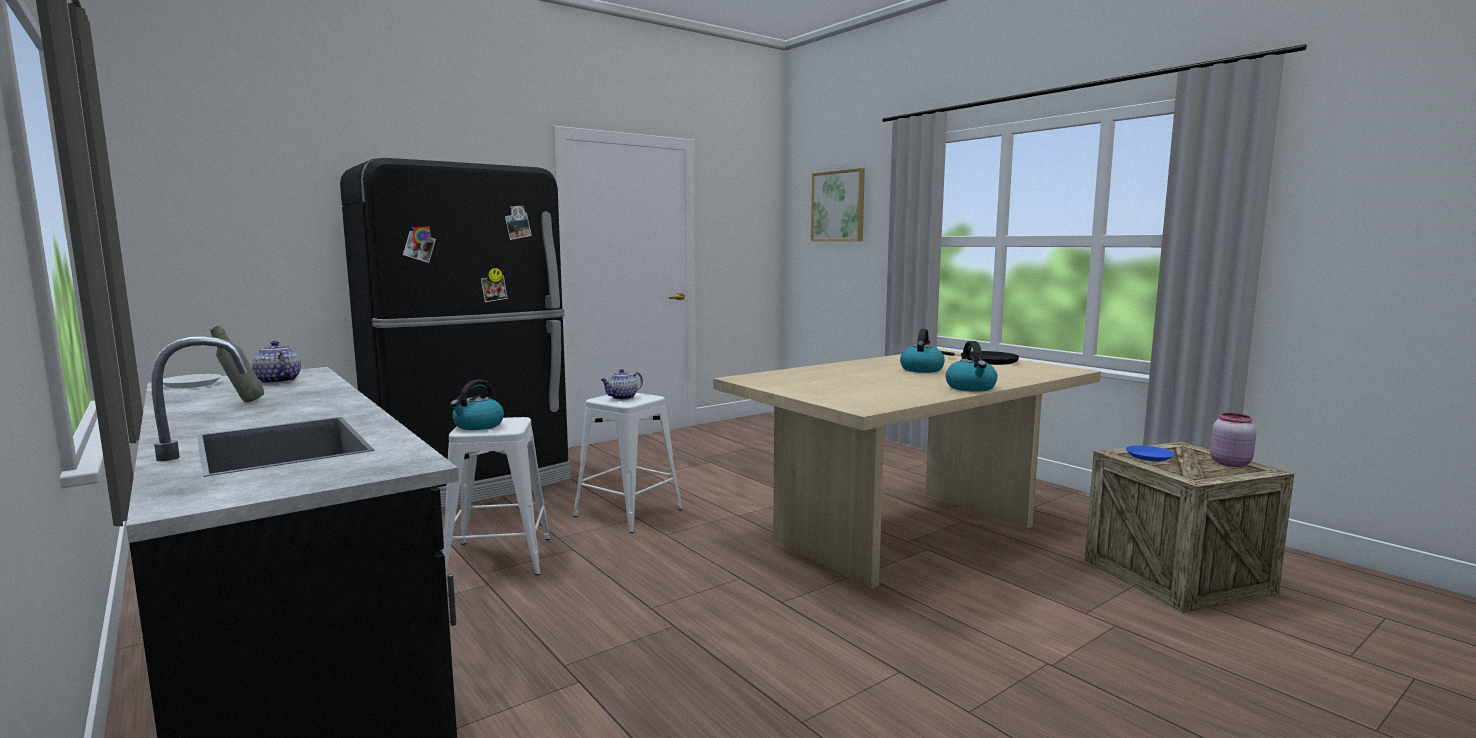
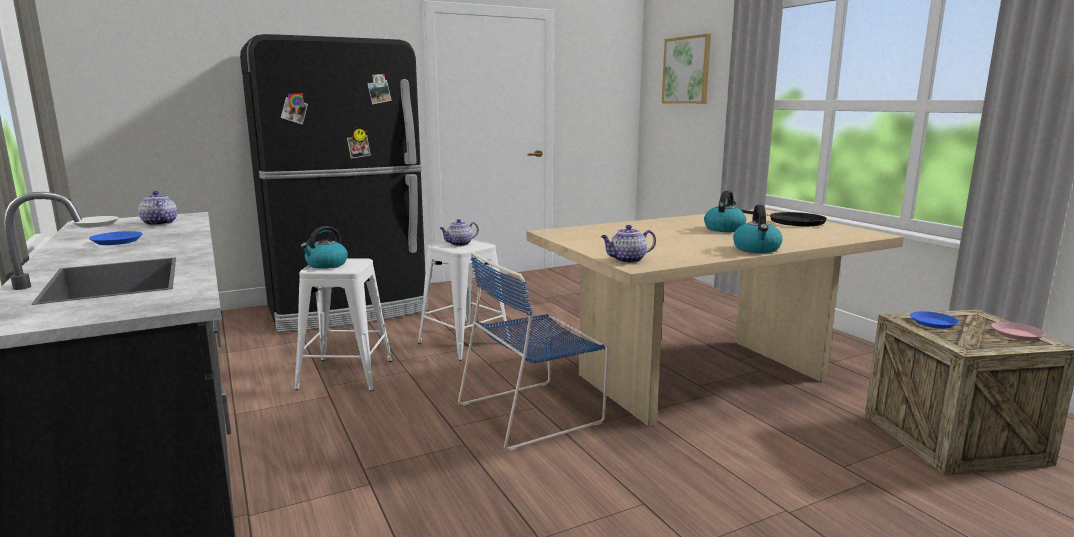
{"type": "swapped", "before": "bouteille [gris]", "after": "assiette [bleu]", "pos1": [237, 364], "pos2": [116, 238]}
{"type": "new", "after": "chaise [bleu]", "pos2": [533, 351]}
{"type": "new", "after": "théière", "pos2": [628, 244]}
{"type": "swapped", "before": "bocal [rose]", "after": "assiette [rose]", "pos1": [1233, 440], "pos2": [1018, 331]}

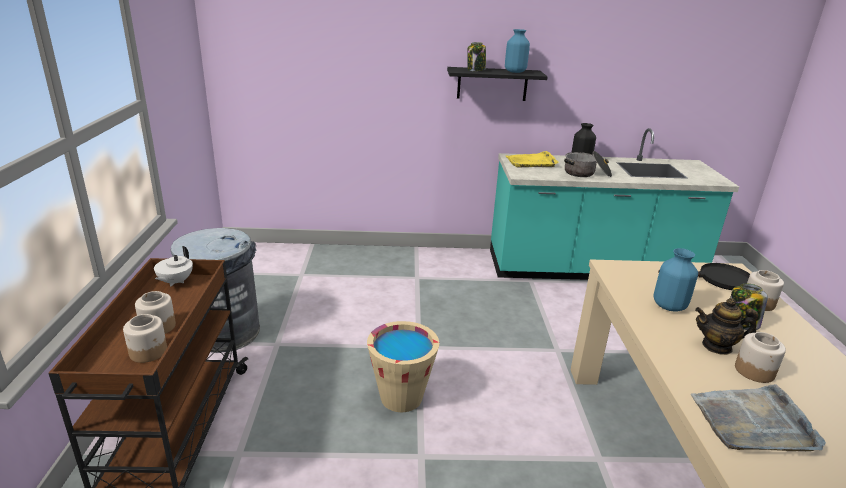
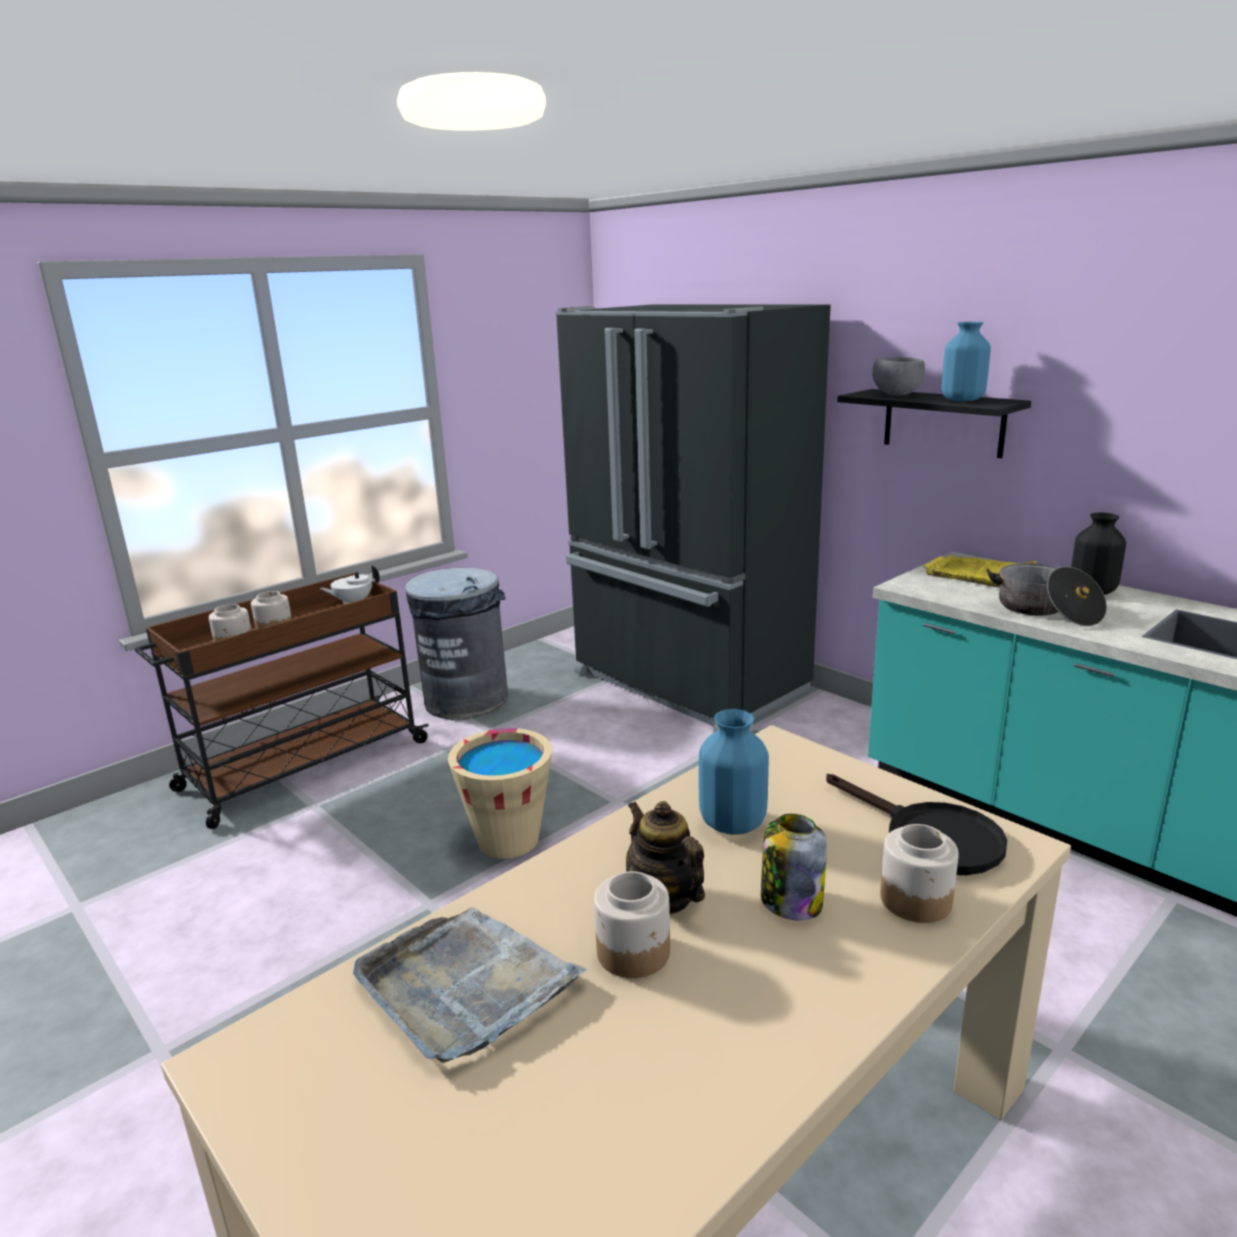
{"type": "new", "after": "réfrigérateur [noir]", "pos2": [693, 518]}
{"type": "swapped", "before": "bocal", "after": "bol [gris]", "pos1": [476, 56], "pos2": [898, 376]}

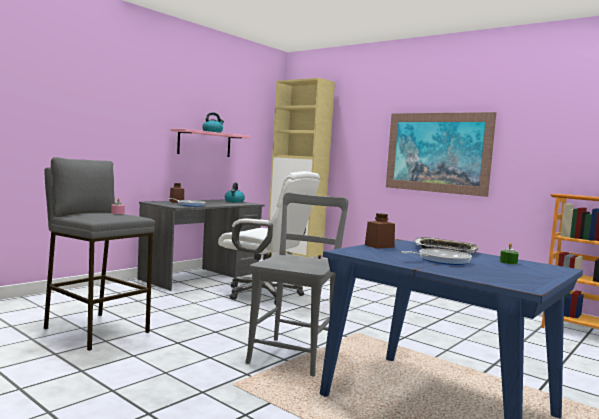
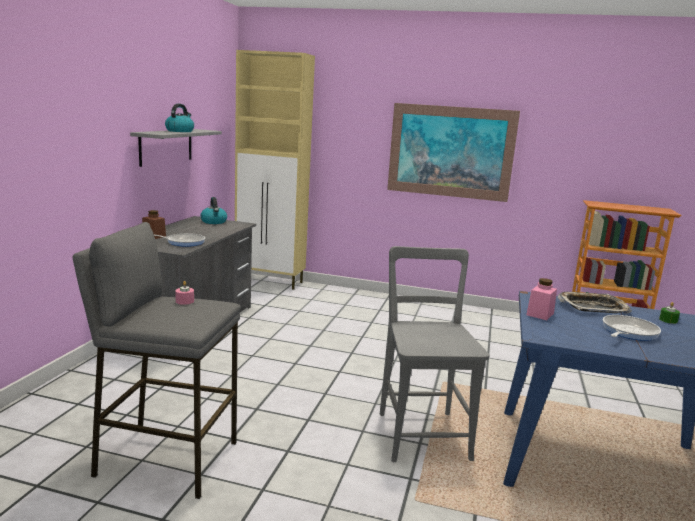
{"type": "repainted", "before": "étagère [rose]", "after": "étagère [gris]", "pos1": [211, 143], "pos2": [176, 148]}
{"type": "repainted", "before": "bocal [marron]", "after": "bocal [rose]", "pos1": [380, 231], "pos2": [541, 299]}
{"type": "gone", "before": "chaise de bureau [blanc]", "pos1": [269, 238]}

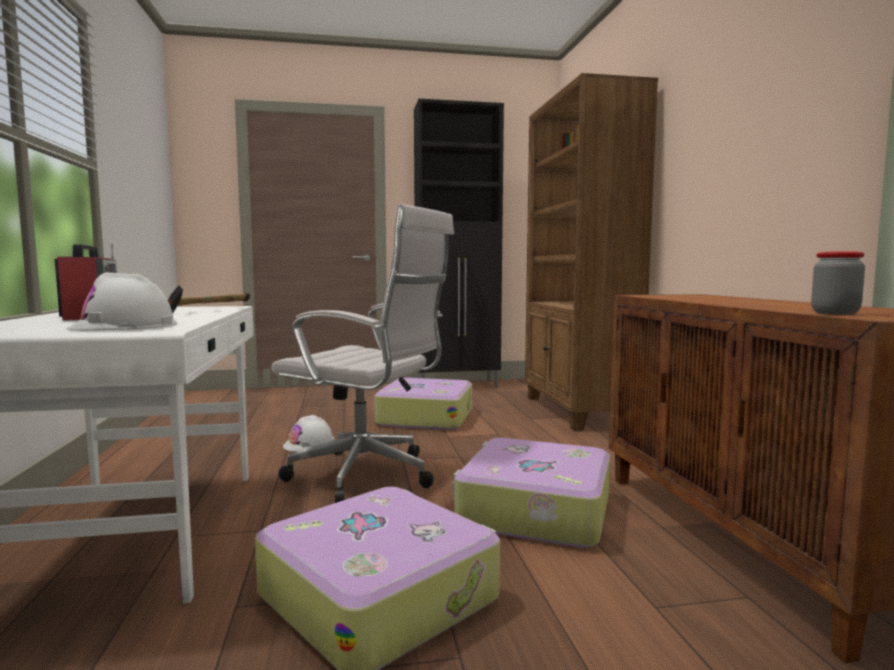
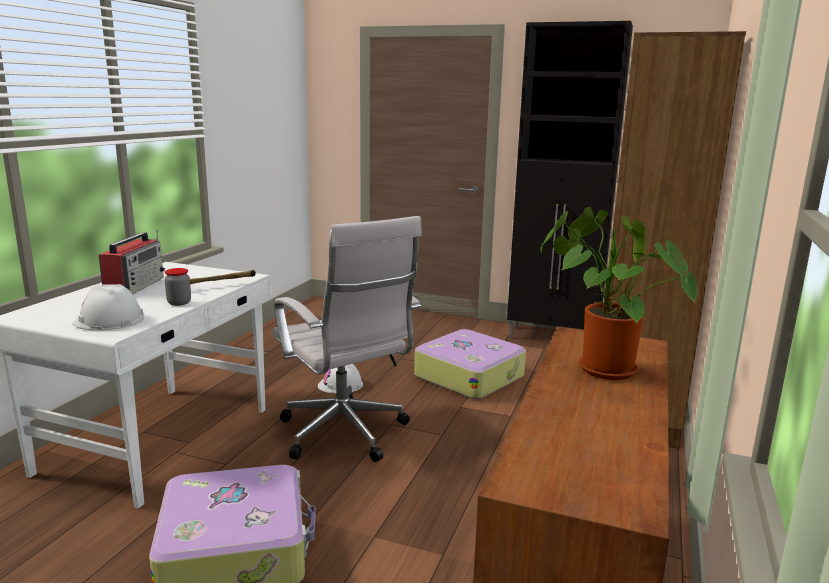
{"type": "shifted", "before": "bocal", "pos1": [838, 283], "pos2": [178, 287]}
{"type": "new", "after": "plante en pot", "pos2": [619, 293]}
{"type": "gone", "before": "valise", "pos1": [531, 493]}

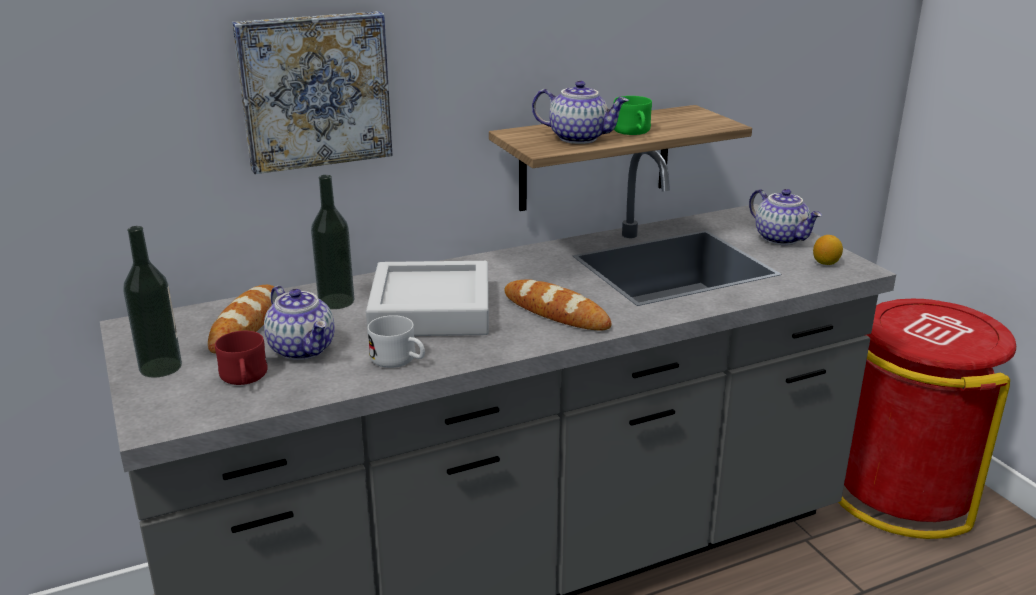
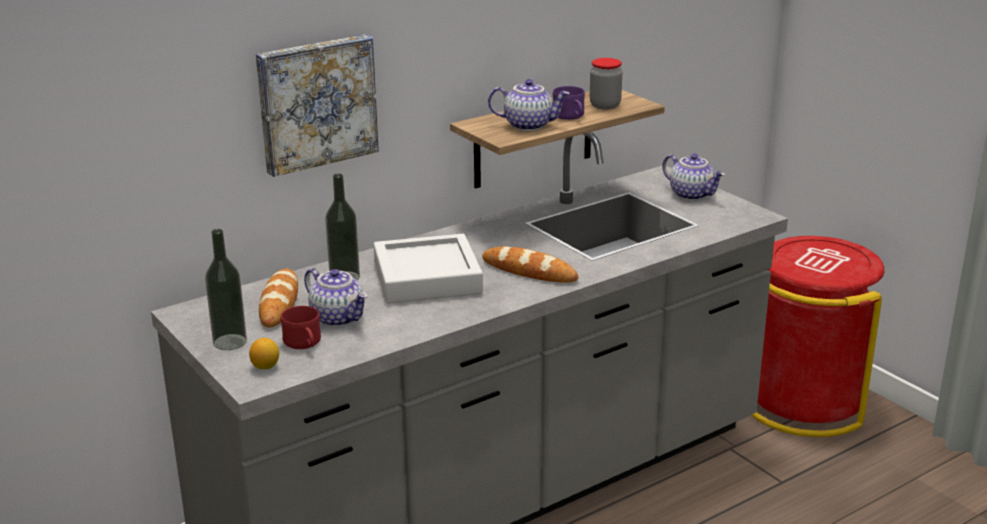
{"type": "shifted", "before": "citron", "pos1": [828, 250], "pos2": [264, 353]}
{"type": "repainted", "before": "mug [vert]", "after": "mug [violet]", "pos1": [633, 115], "pos2": [569, 103]}
{"type": "new", "after": "bocal", "pos2": [606, 84]}
{"type": "gone", "before": "mug [blanc]", "pos1": [396, 341]}

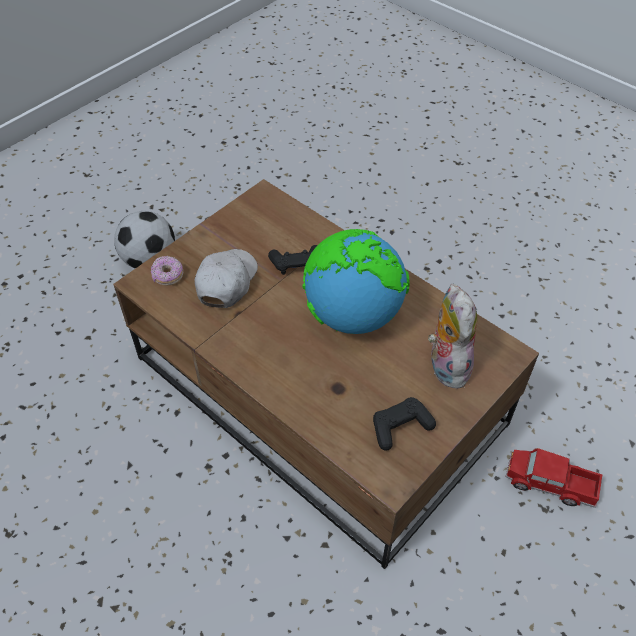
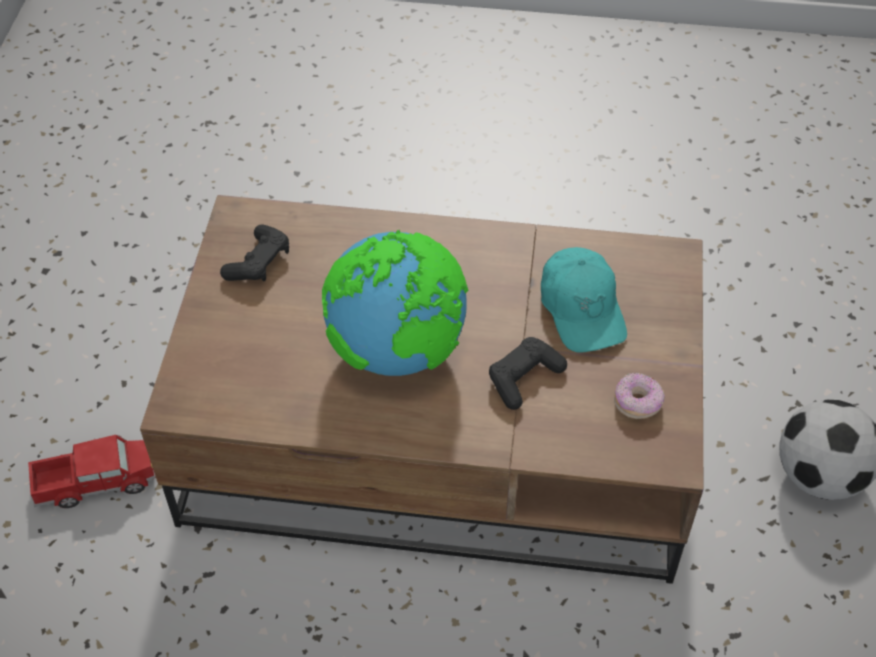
{"type": "repainted", "before": "casquette [blanc]", "after": "casquette [turquoise]", "pos1": [226, 278], "pos2": [584, 299]}
{"type": "shifted", "before": "beignet", "pos1": [167, 271], "pos2": [639, 395]}
{"type": "gone", "before": "peluche", "pos1": [452, 336]}

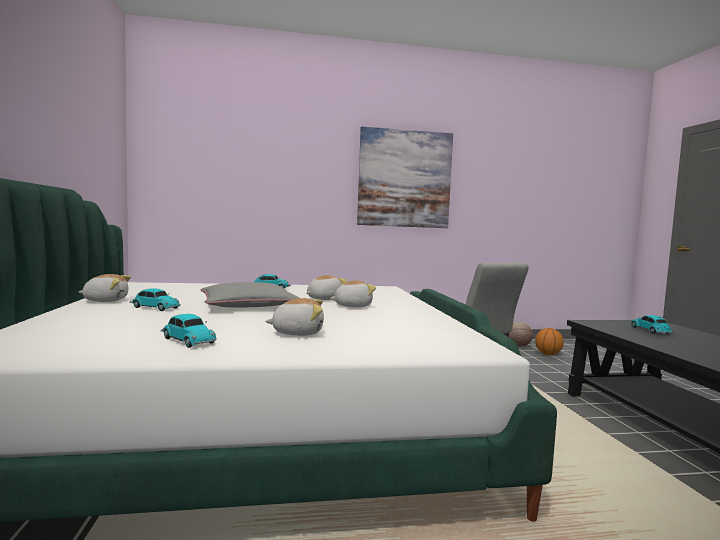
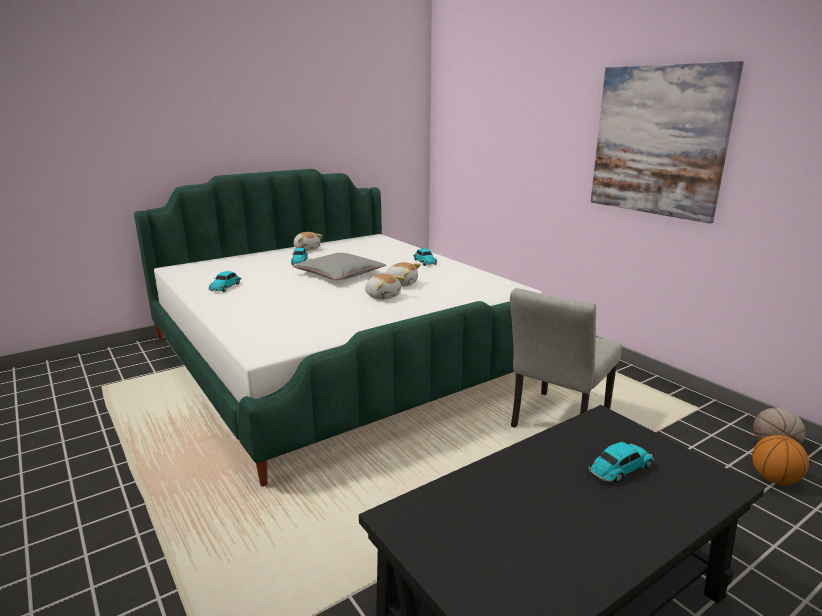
{"type": "gone", "before": "peluche", "pos1": [294, 317]}

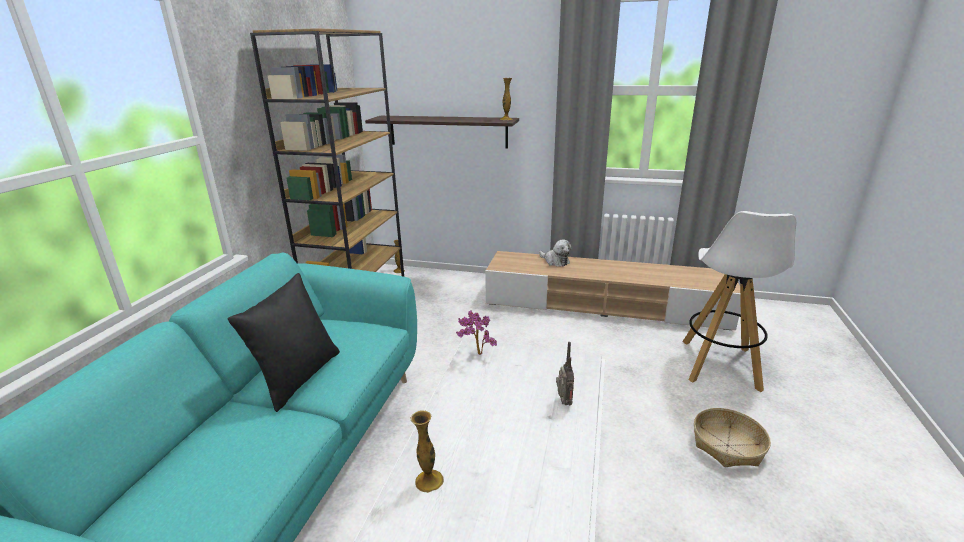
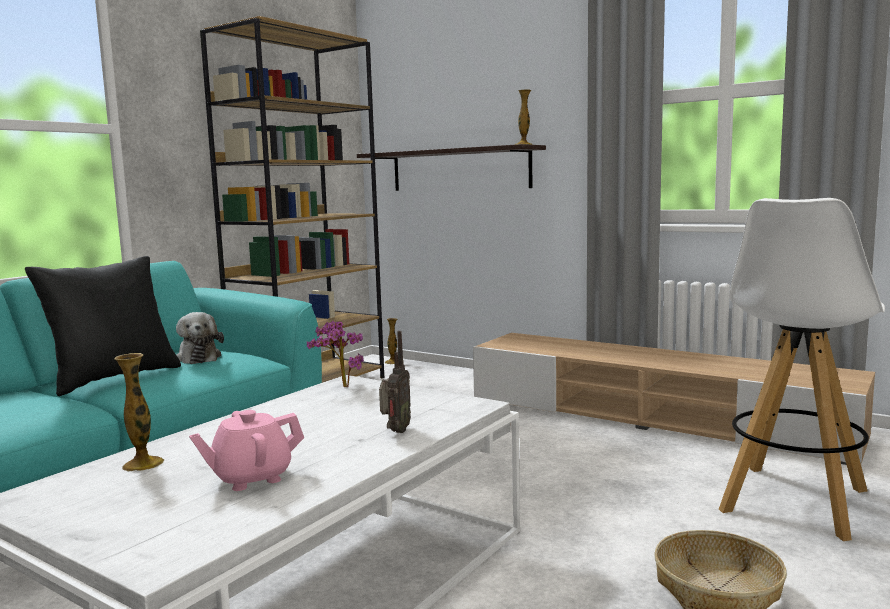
{"type": "shifted", "before": "peluche", "pos1": [555, 253], "pos2": [200, 338]}
{"type": "new", "after": "théière [rose]", "pos2": [246, 450]}

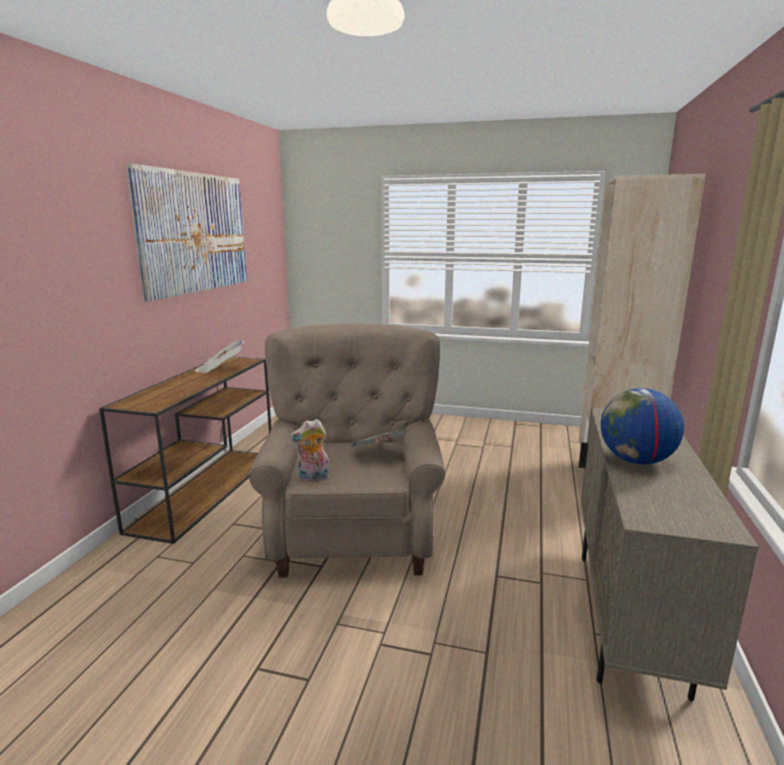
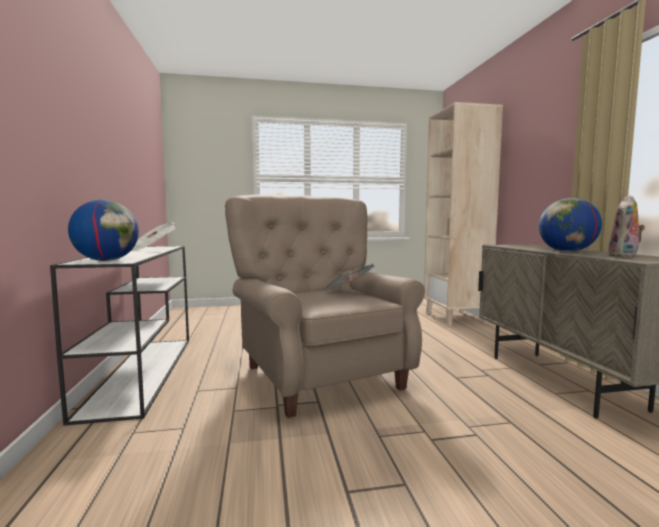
{"type": "repainted", "before": "table console [marron]", "after": "table console [blanc]", "pos1": [185, 450], "pos2": [119, 336]}
{"type": "new", "after": "globe", "pos2": [103, 230]}
{"type": "shifted", "before": "peluche", "pos1": [309, 450], "pos2": [626, 226]}
{"type": "gone", "before": "tableau", "pos1": [186, 232]}

